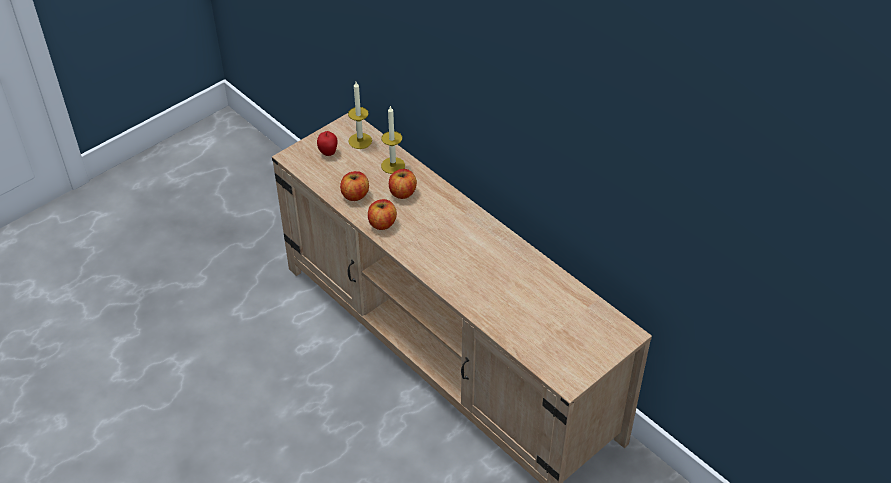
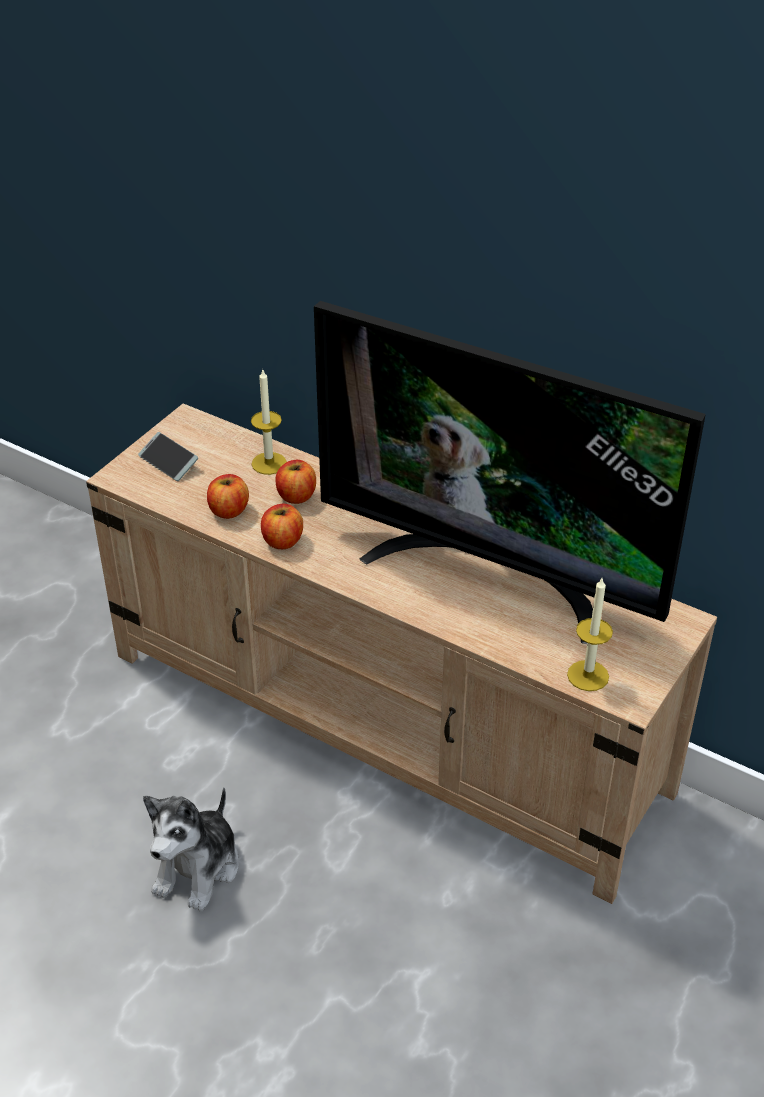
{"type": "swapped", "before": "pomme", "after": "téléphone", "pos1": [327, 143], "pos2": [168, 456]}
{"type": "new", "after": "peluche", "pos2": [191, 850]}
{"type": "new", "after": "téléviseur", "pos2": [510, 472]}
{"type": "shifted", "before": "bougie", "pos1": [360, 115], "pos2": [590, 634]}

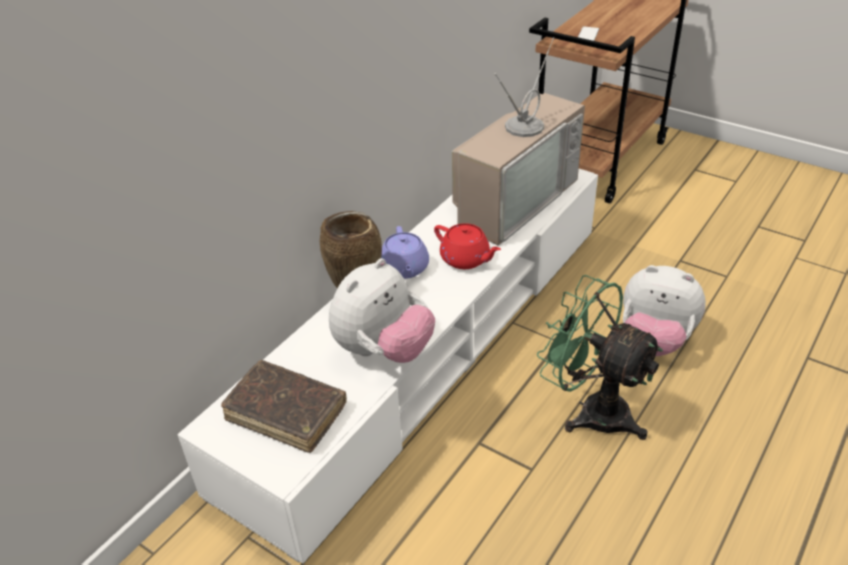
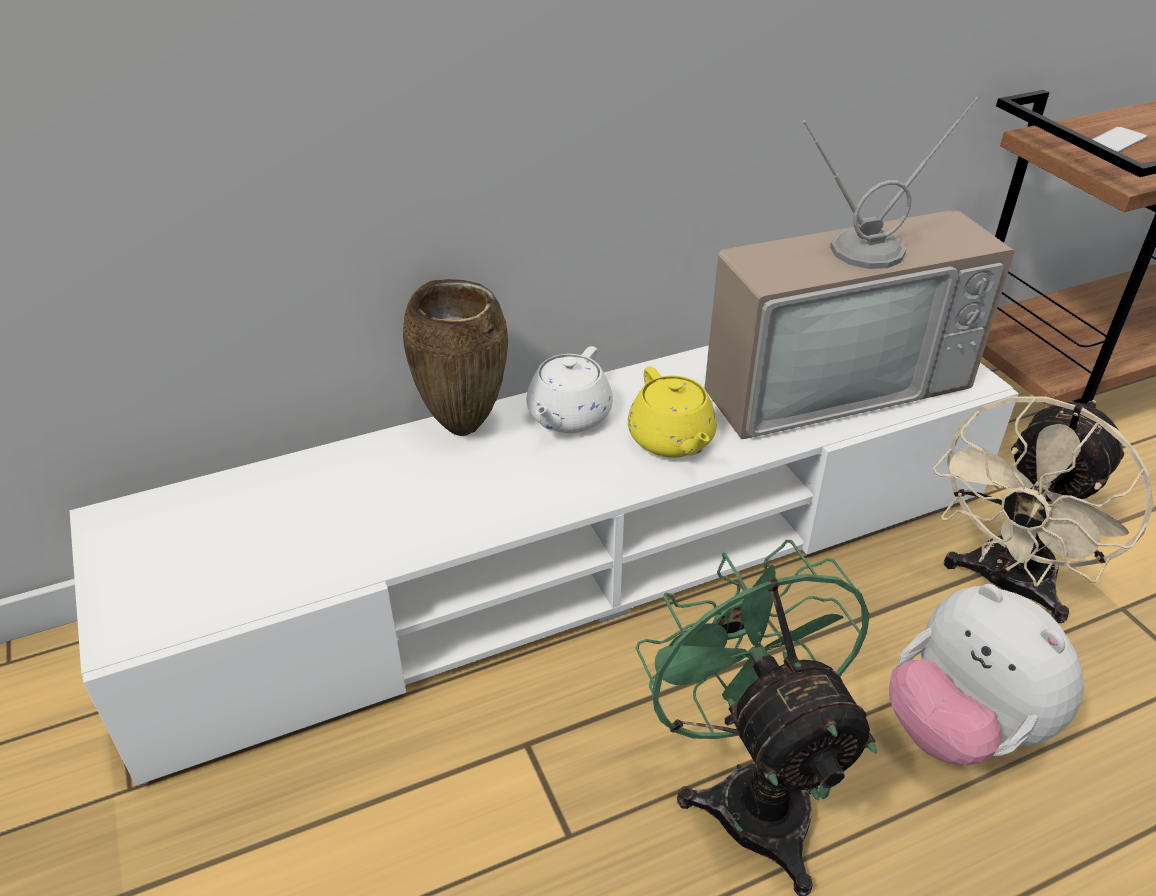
{"type": "repainted", "before": "théière [violet]", "after": "théière [blanc]", "pos1": [405, 252], "pos2": [569, 389]}
{"type": "repainted", "before": "théière [rouge]", "after": "théière [jaune]", "pos1": [467, 246], "pos2": [672, 412]}
{"type": "new", "after": "ventilateur [beige]", "pos2": [1043, 510]}
{"type": "gone", "before": "livre [marron]", "pos1": [284, 406]}
{"type": "gone", "before": "peluche", "pos1": [382, 310]}

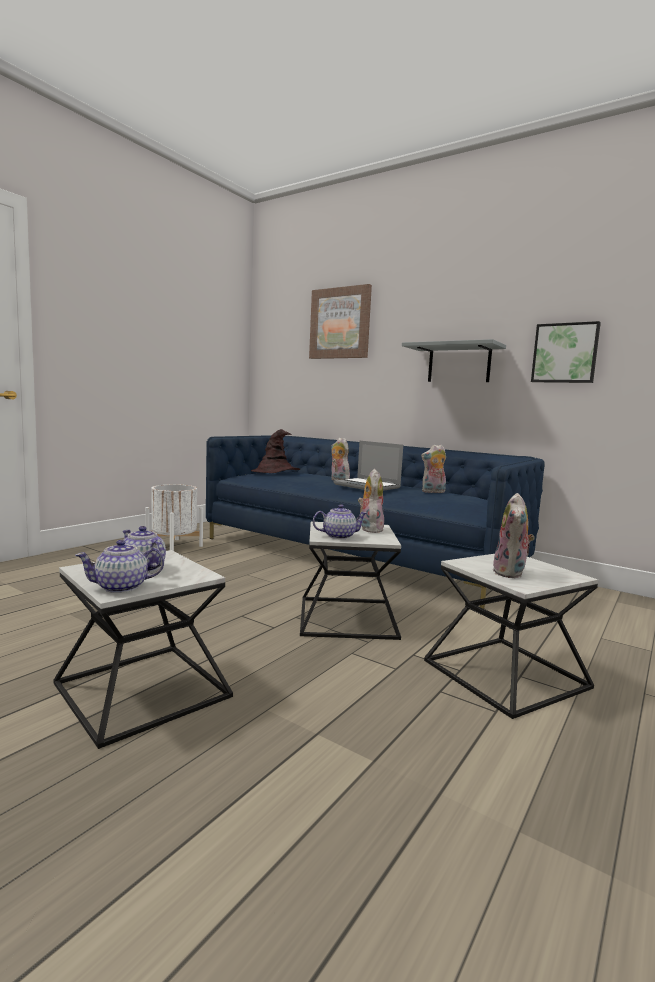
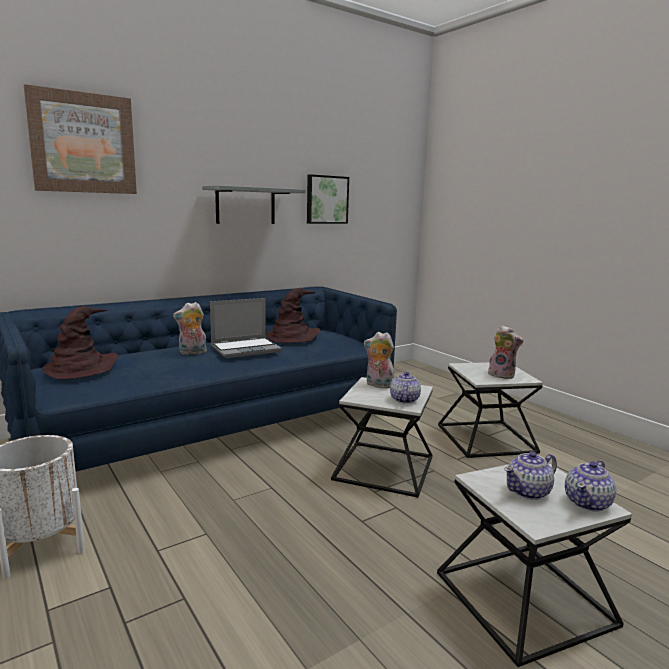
{"type": "swapped", "before": "peluche", "after": "chapeau [marron]", "pos1": [433, 469], "pos2": [293, 315]}
{"type": "rotated", "before": "théière", "pos1": [119, 566], "pos2": [590, 486], "turn": 45}

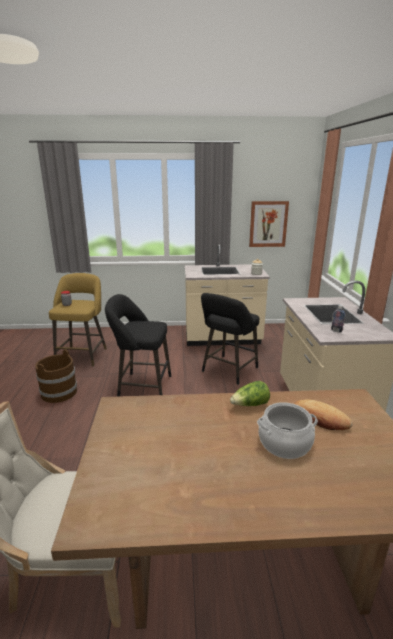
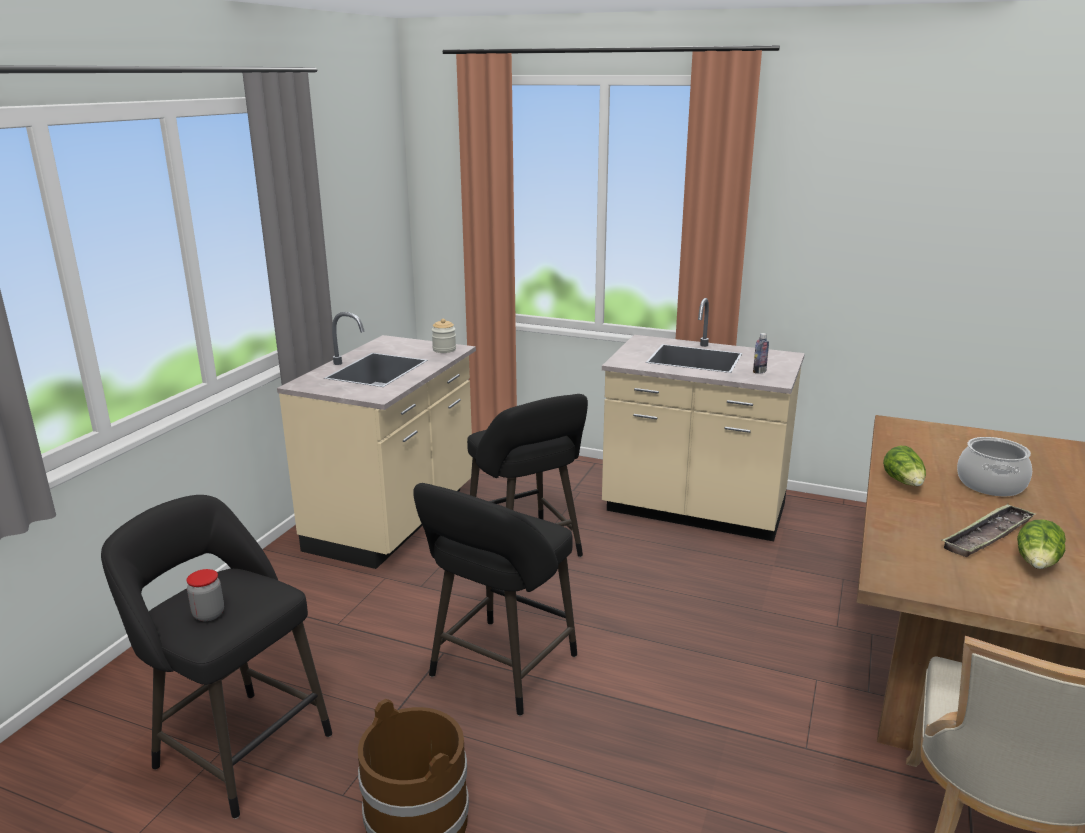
{"type": "repainted", "before": "tabouret [jaune]", "after": "tabouret [noir]", "pos1": [78, 320], "pos2": [216, 657]}
{"type": "new", "after": "plateau", "pos2": [988, 530]}
{"type": "new", "after": "laitue", "pos2": [1041, 544]}
{"type": "gone", "before": "tableau", "pos1": [269, 224]}
{"type": "gone", "before": "pain", "pos1": [323, 415]}

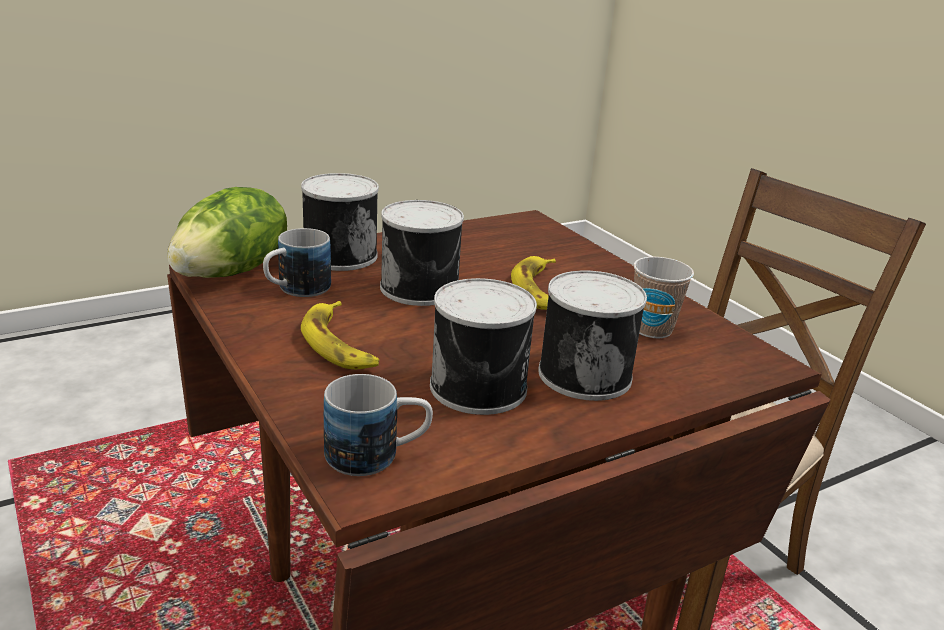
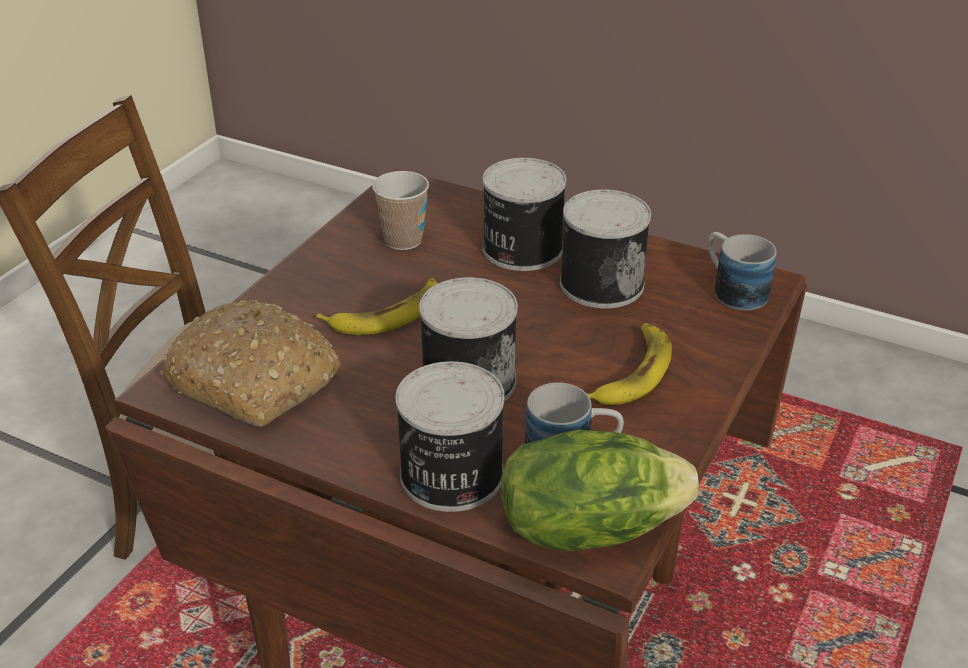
{"type": "new", "after": "pain", "pos2": [250, 363]}

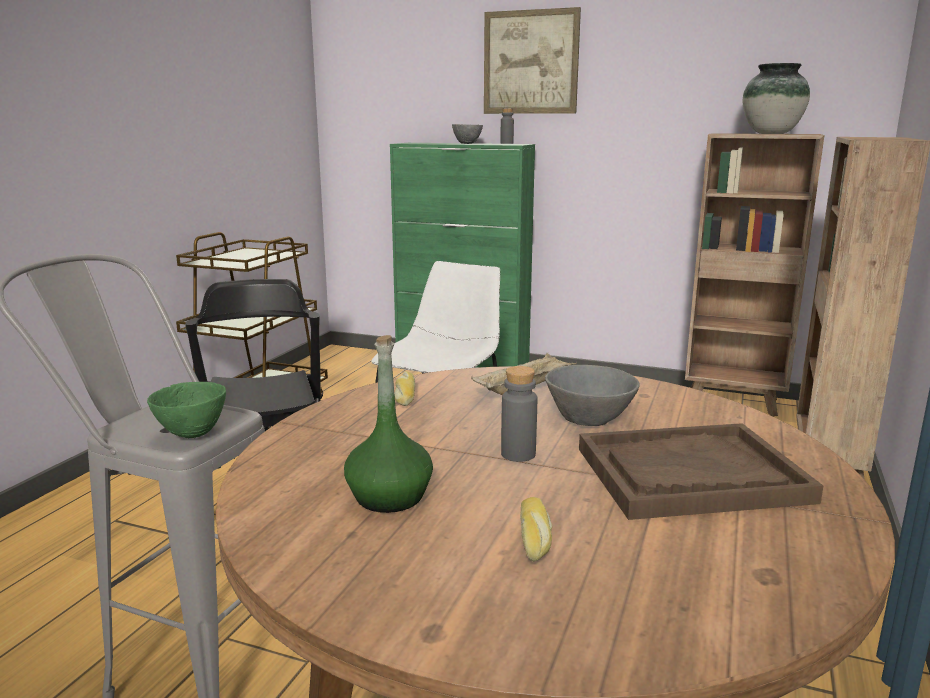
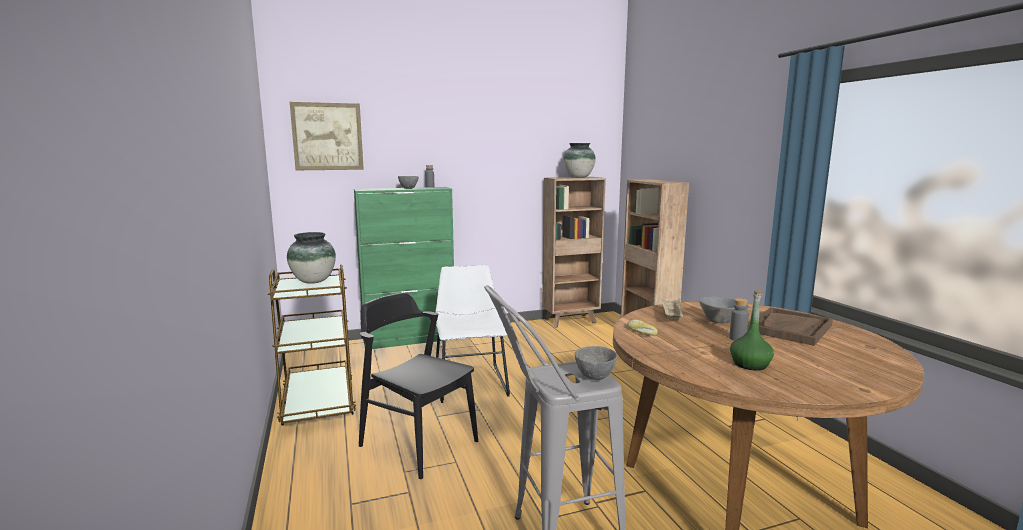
{"type": "new", "after": "vase", "pos2": [311, 258]}
{"type": "shifted", "before": "tableau", "pos1": [532, 60], "pos2": [327, 136]}
{"type": "repainted", "before": "bol [vert]", "after": "bol [gris]", "pos1": [186, 410], "pos2": [596, 363]}
{"type": "gone", "before": "pain", "pos1": [536, 529]}

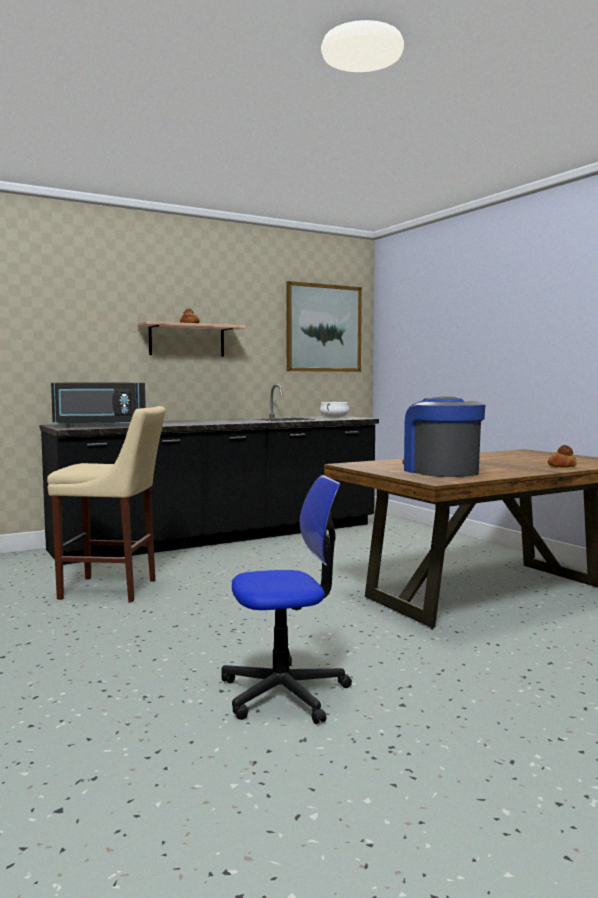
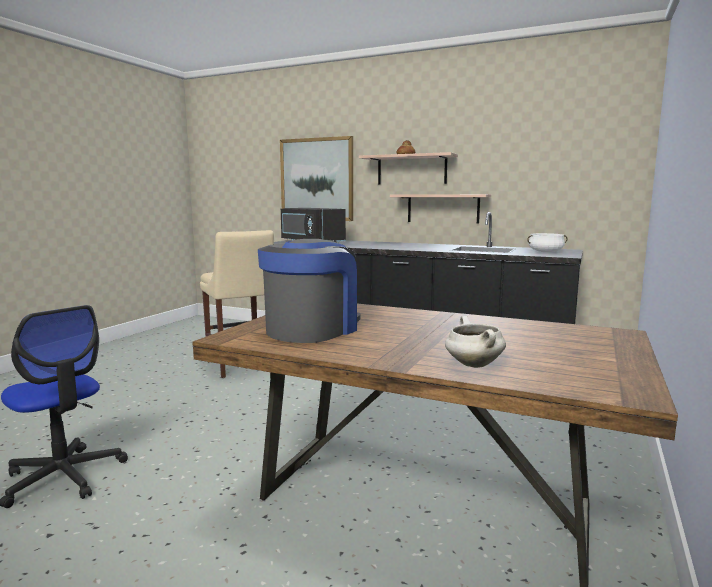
{"type": "shifted", "before": "tableau", "pos1": [324, 326], "pos2": [316, 178]}
{"type": "new", "after": "étagère", "pos2": [440, 209]}
{"type": "swapped", "before": "pain", "after": "marmite [blanc]", "pos1": [562, 456], "pos2": [475, 342]}

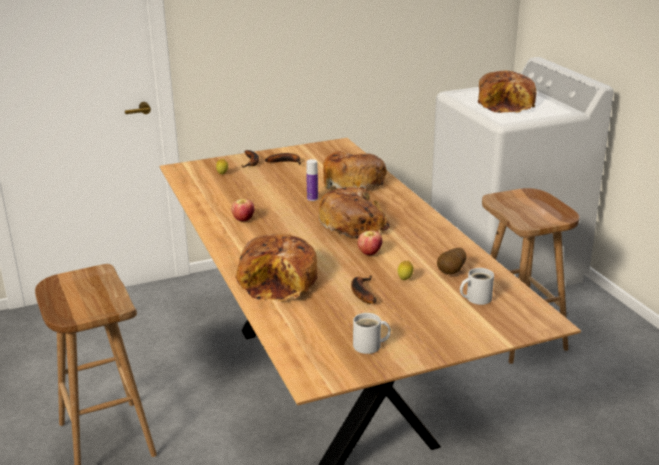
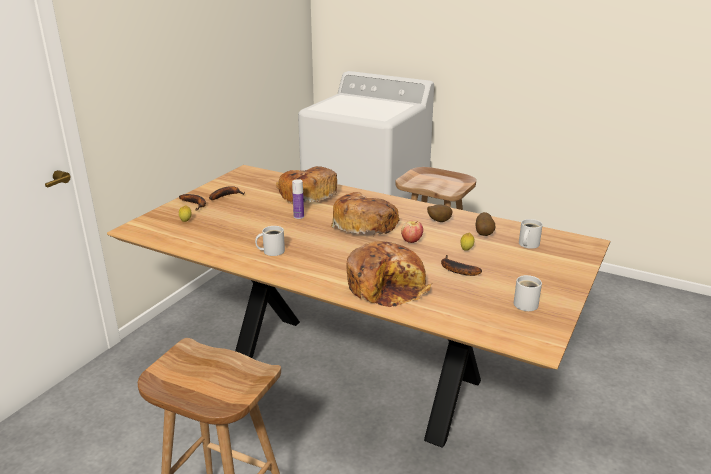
{"type": "swapped", "before": "pomme", "after": "mug [blanc]", "pos1": [242, 210], "pos2": [270, 241]}
{"type": "new", "after": "pomme de terre", "pos2": [440, 213]}
{"type": "gone", "before": "pain", "pos1": [507, 92]}

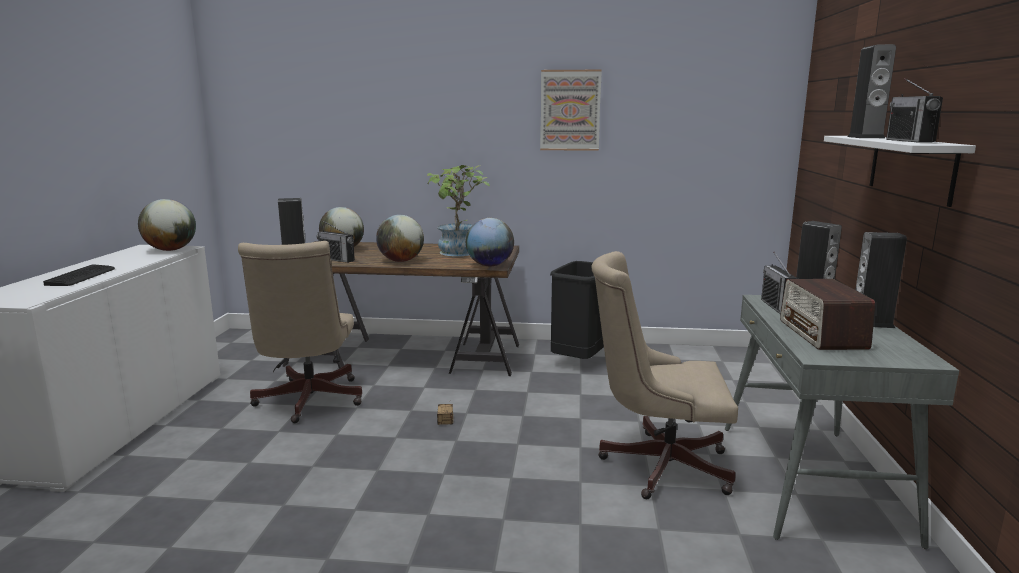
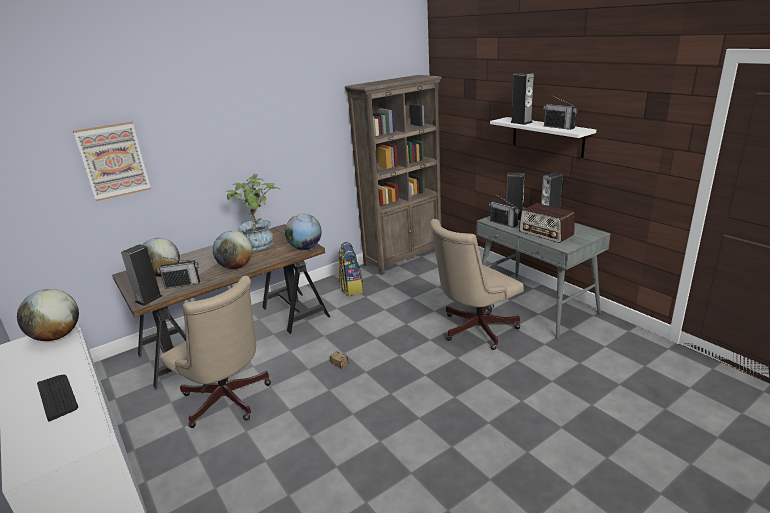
{"type": "shifted", "before": "tableau", "pos1": [571, 110], "pos2": [112, 161]}
{"type": "swapped", "before": "poubelle [noir]", "after": "sac à dos", "pos1": [577, 310], "pos2": [351, 269]}
{"type": "new", "after": "bibliothèque [marron]", "pos2": [393, 175]}

